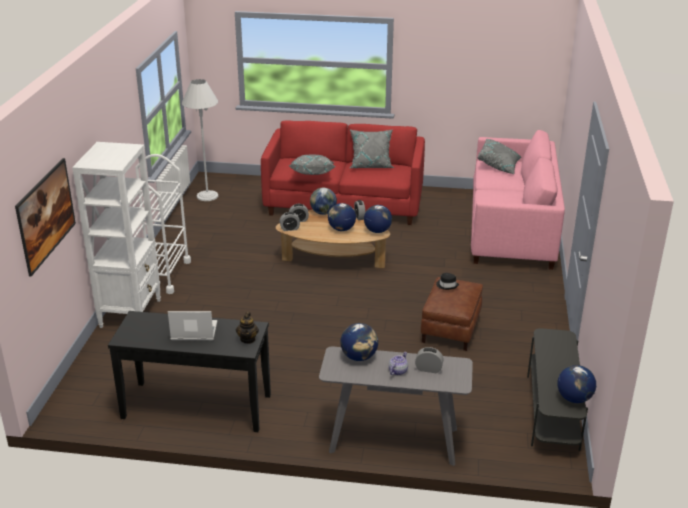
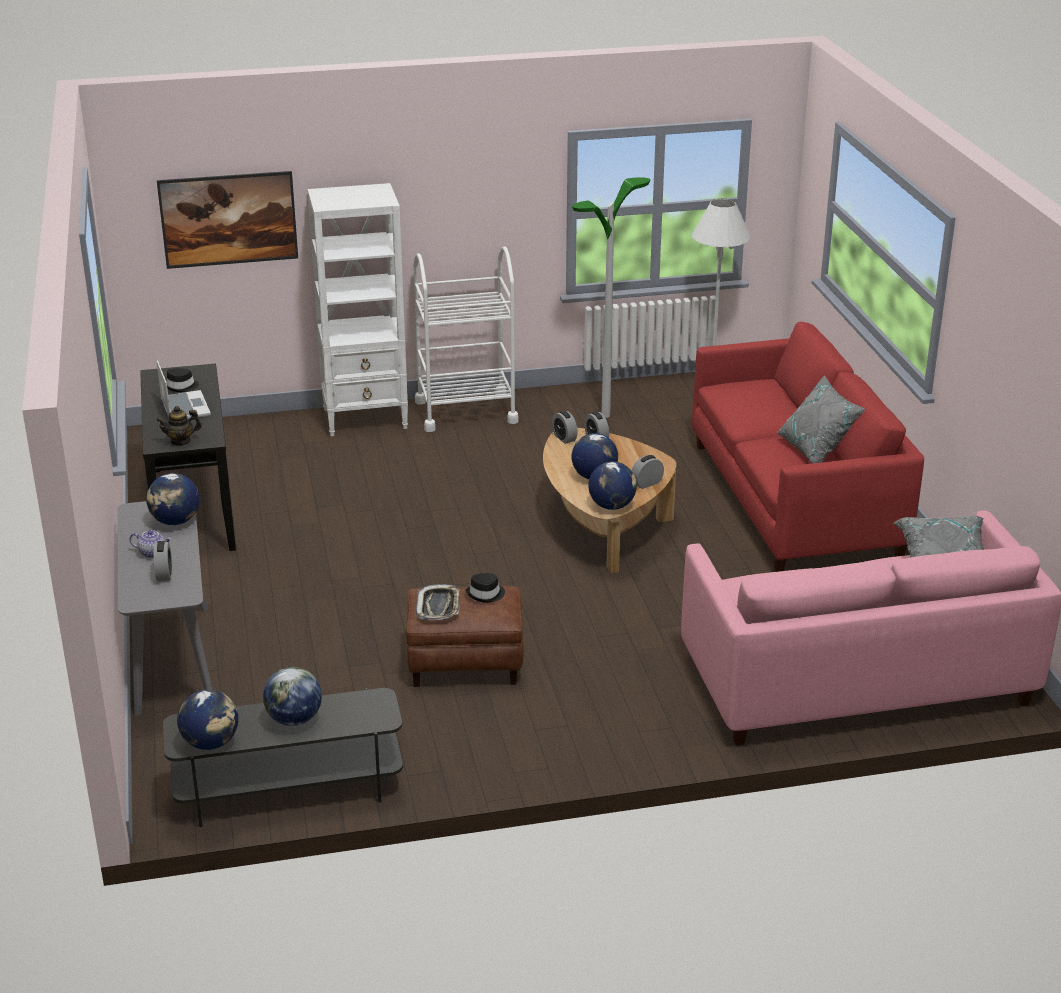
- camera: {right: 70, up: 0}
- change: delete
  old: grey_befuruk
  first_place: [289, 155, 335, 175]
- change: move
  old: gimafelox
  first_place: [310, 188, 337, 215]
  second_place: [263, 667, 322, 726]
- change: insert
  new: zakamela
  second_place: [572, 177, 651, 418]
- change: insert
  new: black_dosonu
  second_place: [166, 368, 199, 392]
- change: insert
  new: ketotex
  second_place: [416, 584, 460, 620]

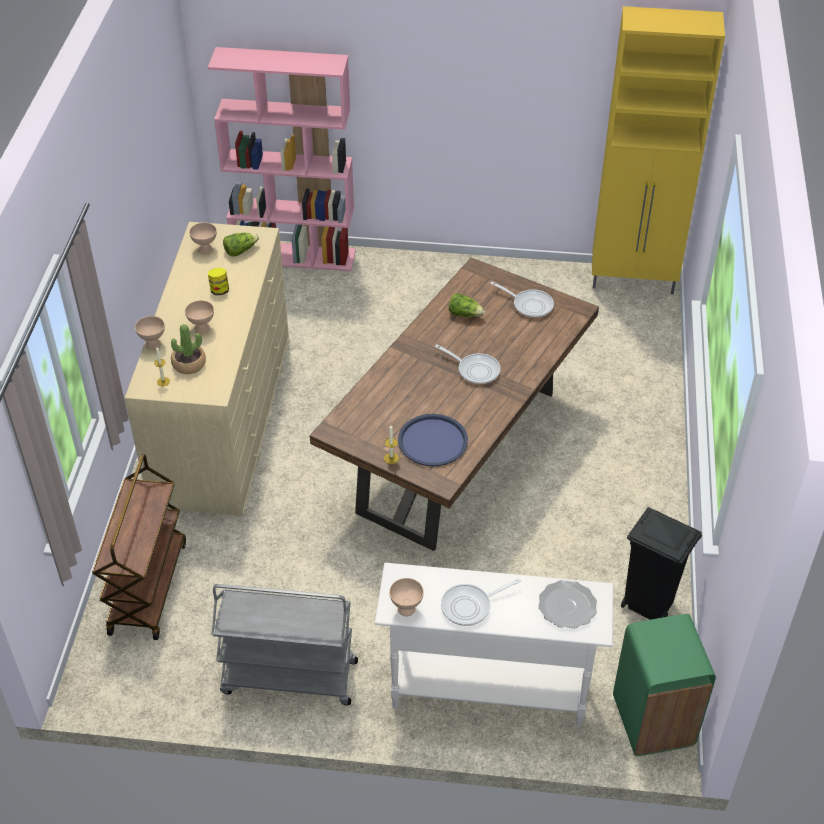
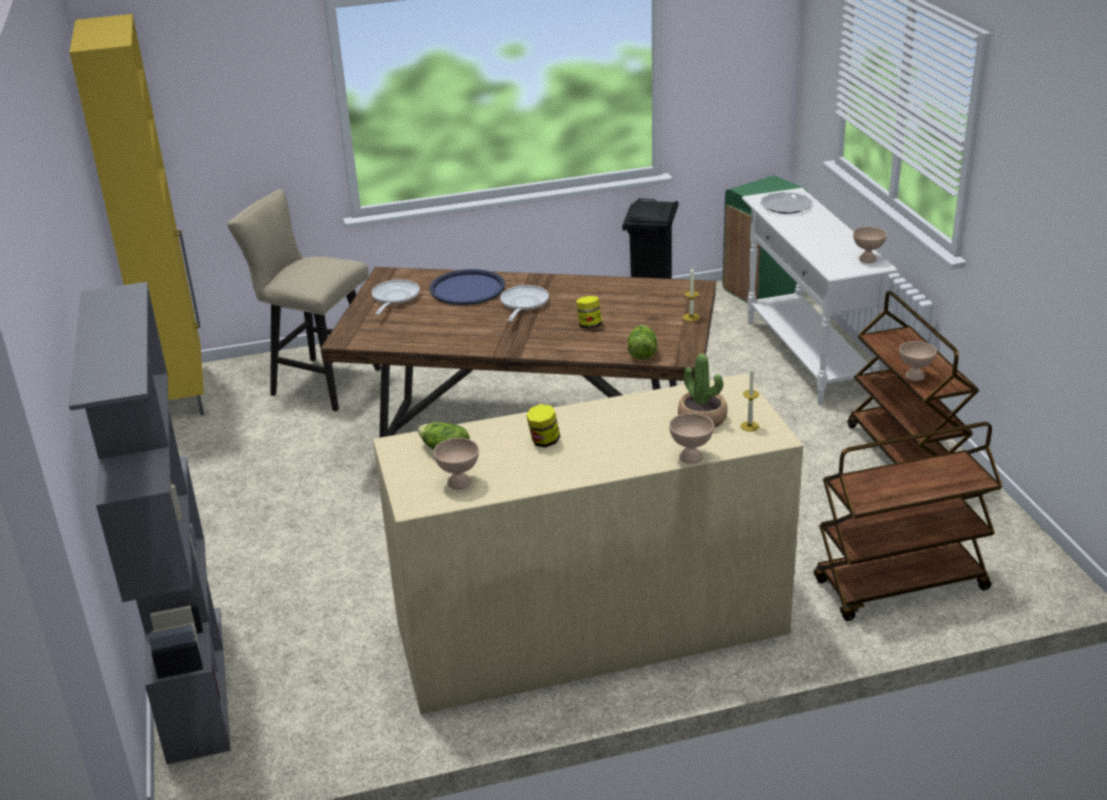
- camera: {right: -110, up: -15}
- change: recolor
  old: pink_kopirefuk
  new: grey_kopirefuk
  first_place: [208, 47, 356, 271]
  second_place: [69, 282, 231, 764]
- change: move
  old: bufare
  first_place: [449, 293, 485, 317]
  second_place: [628, 325, 658, 360]
- change: move
  old: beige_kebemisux
  first_place: [185, 300, 214, 334]
  second_place: [900, 341, 937, 381]
- change: move
  old: blue_ketotex
  first_place: [398, 414, 468, 467]
  second_place: [429, 269, 505, 305]
- change: delete
  old: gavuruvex
  first_place: [441, 578, 521, 626]
- change: recolor
  old: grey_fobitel
  new: brown_fobitel
  first_place: [212, 584, 358, 706]
  second_place: [848, 291, 979, 464]
- change: insert
  new: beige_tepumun
  second_place: [227, 189, 381, 411]
- change: insert
  new: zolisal
  second_place: [576, 296, 602, 329]

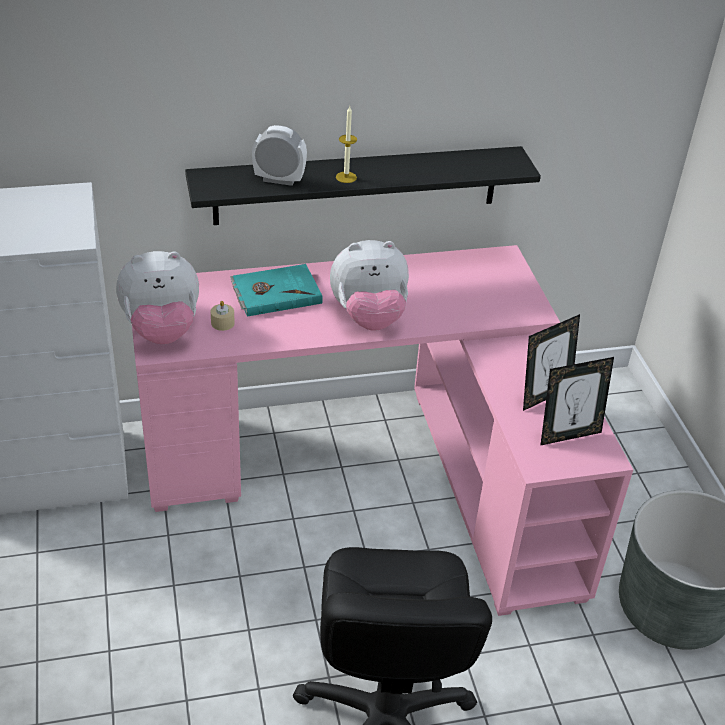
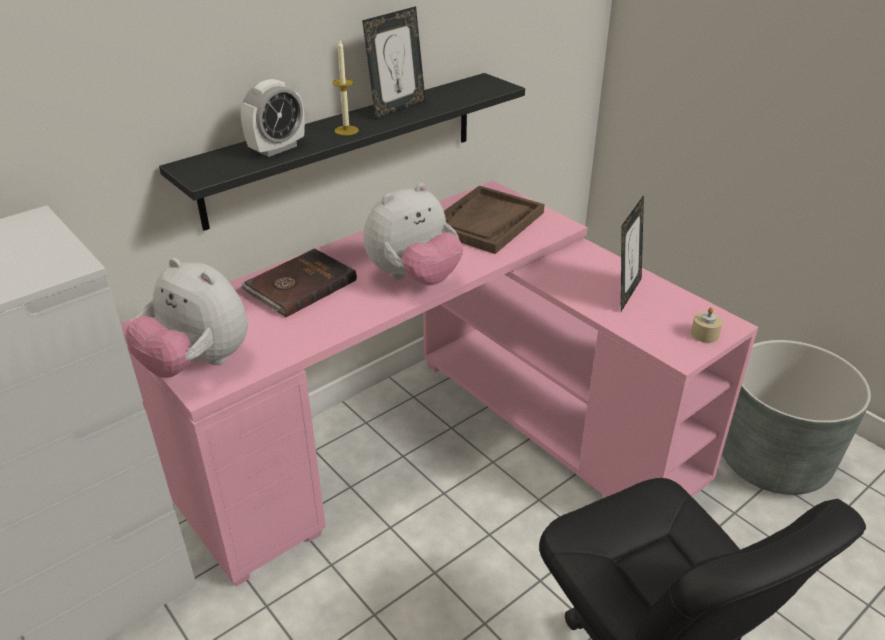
- camera: {right: -25, up: -5}
- change: rotate
  old: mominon
  first_place: [252, 125, 307, 186]
  second_place: [241, 79, 305, 157]
  degrees: 150
- change: rotate
  old: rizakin
  first_place: [116, 251, 199, 344]
  second_place: [126, 258, 248, 378]
  degrees: 75
- change: recolor
  old: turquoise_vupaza
  new: brown_vupaza
  first_place: [230, 264, 323, 317]
  second_place: [241, 248, 357, 317]
- change: move
  old: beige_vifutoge
  first_place: [211, 301, 235, 331]
  second_place: [691, 307, 723, 343]
- change: move
  old: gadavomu
  first_place: [540, 357, 614, 446]
  second_place: [362, 6, 426, 120]
- change: insert
  new: brown_ketotex
  second_place: [444, 186, 544, 254]

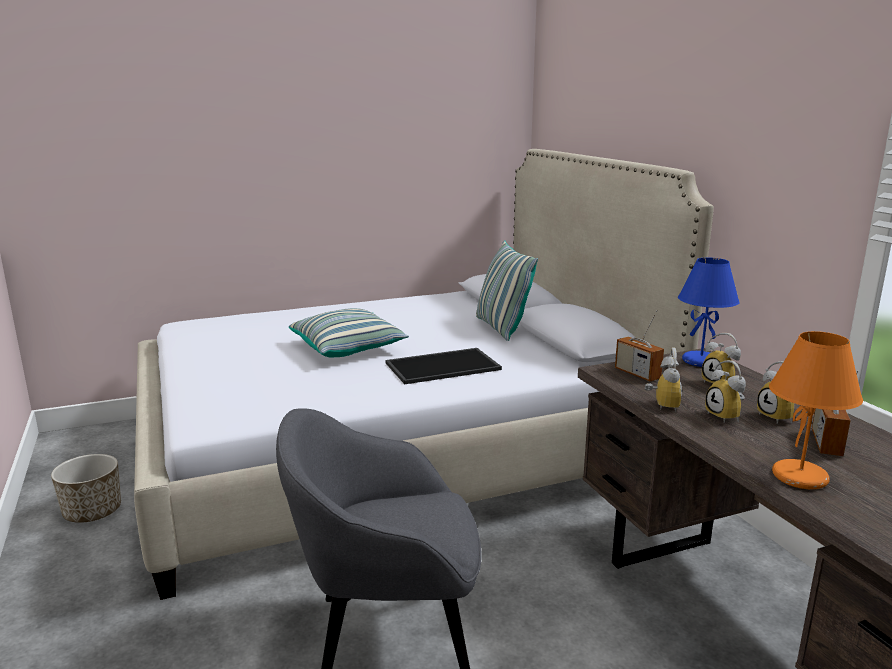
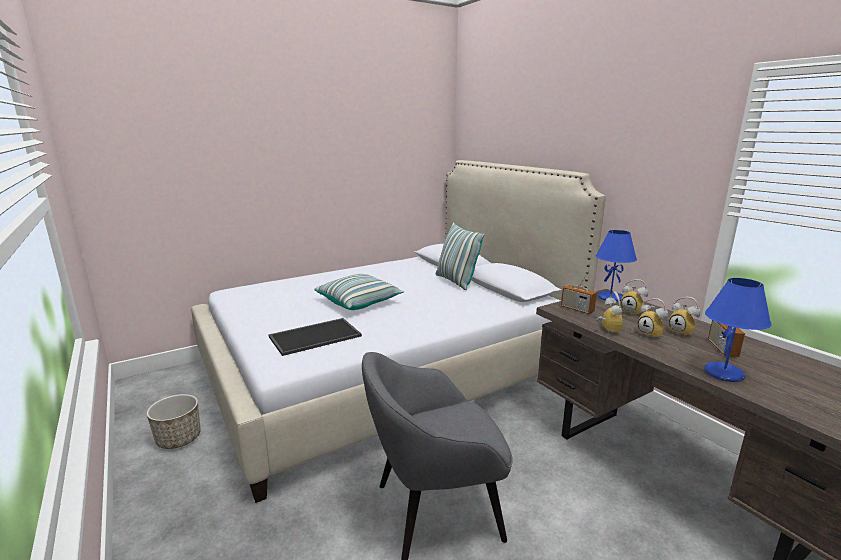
- camera: {right: -10, up: 0}
- change: recolor
  old: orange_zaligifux
  new: blue_zaligifux
  first_place: [769, 331, 863, 489]
  second_place: [705, 278, 772, 382]
- change: move
  old: ketotex
  first_place: [385, 348, 502, 384]
  second_place: [268, 318, 362, 356]

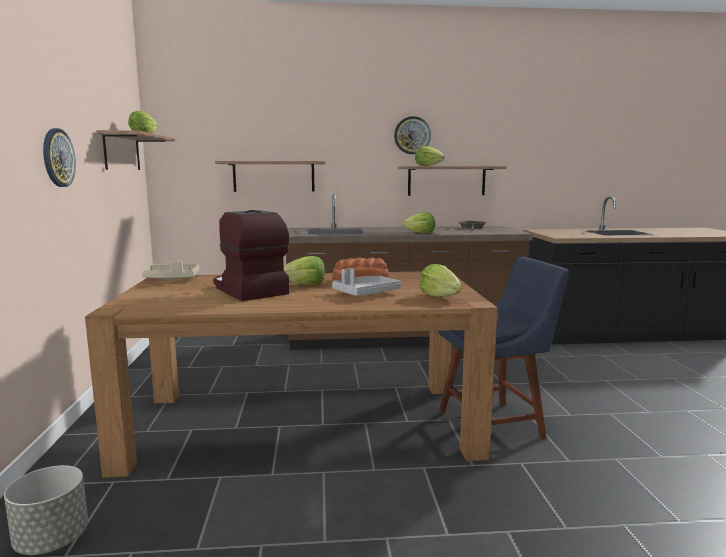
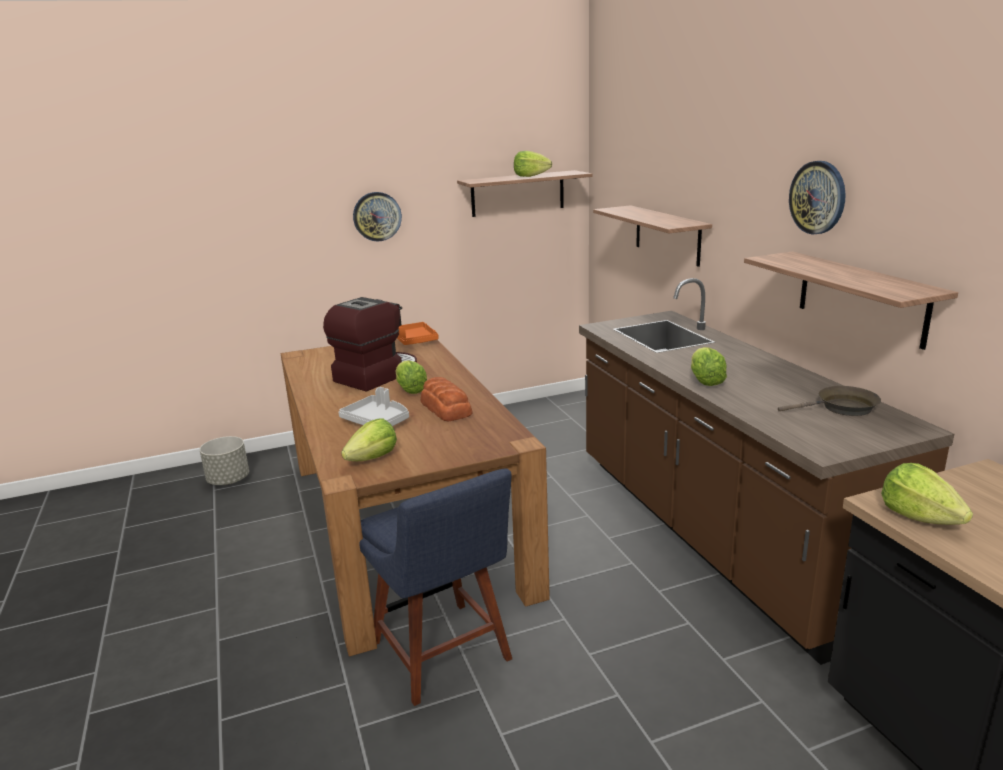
- camera: {right: 75, up: 10}
- change: move
  old: bufare
  first_place: [415, 146, 445, 166]
  second_place: [881, 463, 973, 525]
- change: recolor
  old: beige_ketotex
  new: orange_ketotex
  first_place: [142, 261, 199, 279]
  second_place: [397, 322, 439, 345]

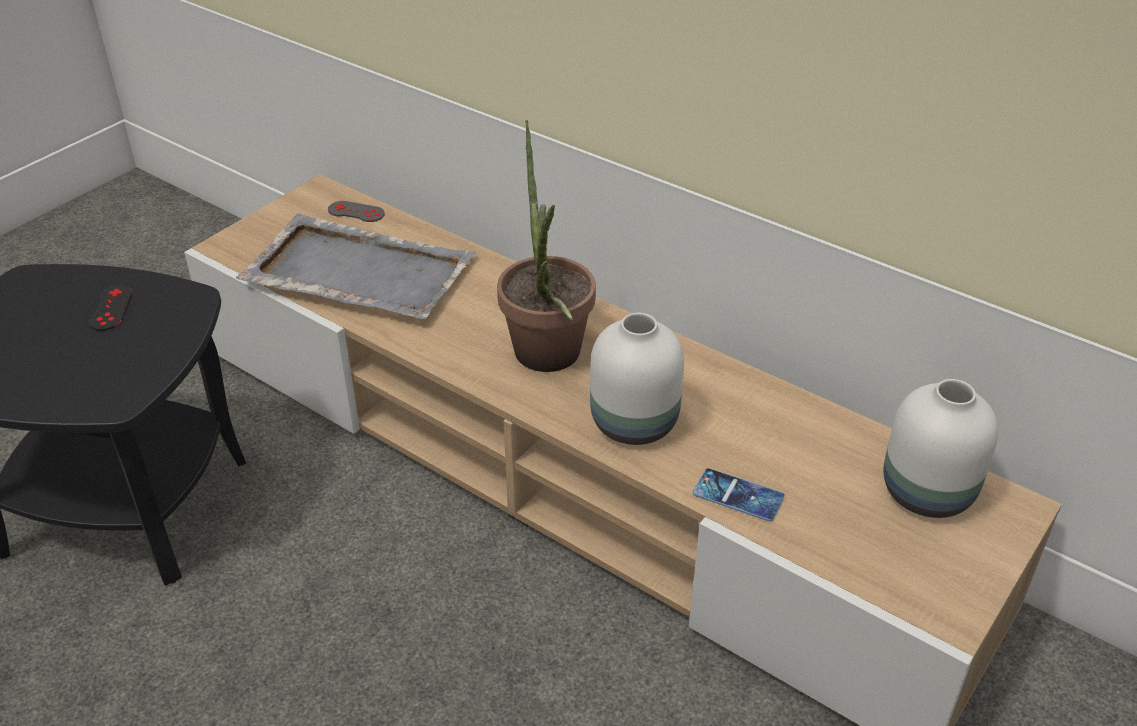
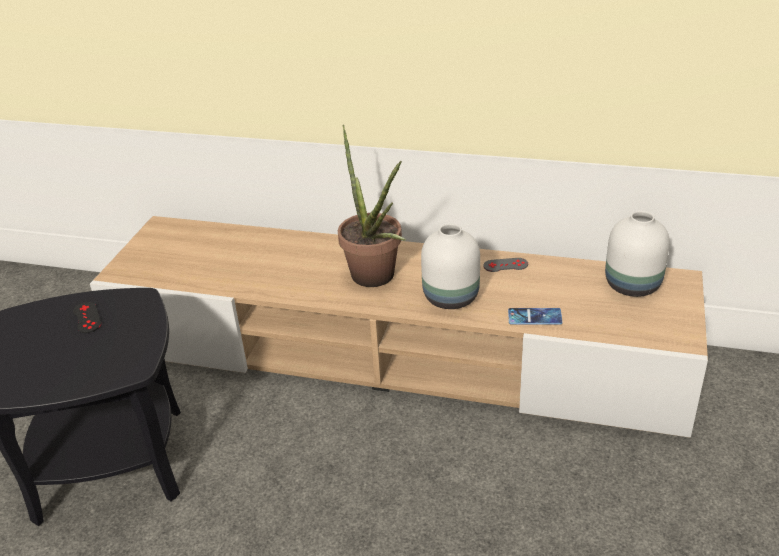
- camera: {right: -20, up: -5}
- change: move
  old: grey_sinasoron
  first_place: [328, 201, 385, 222]
  second_place: [483, 258, 528, 272]
- change: delete
  old: grey_ketotex
  first_place: [236, 214, 476, 319]

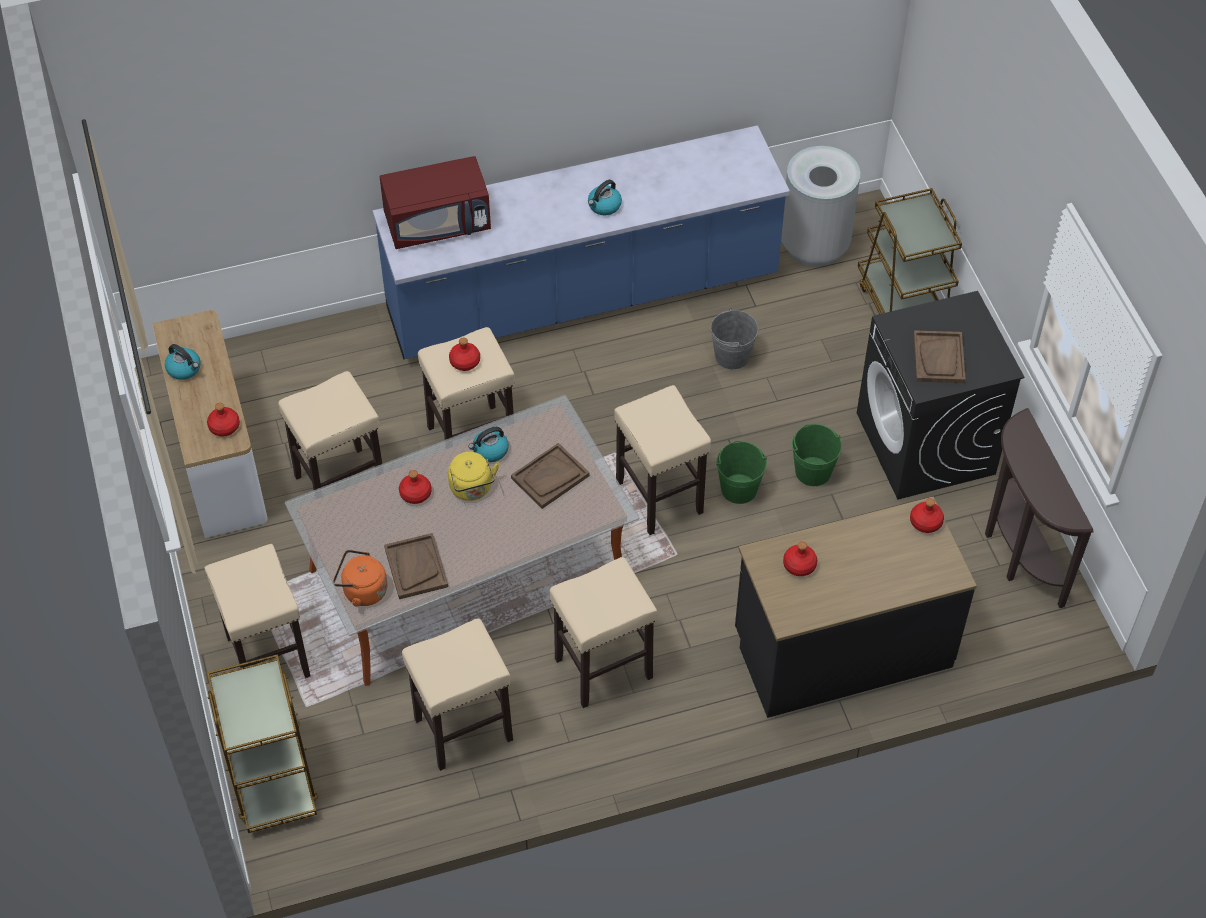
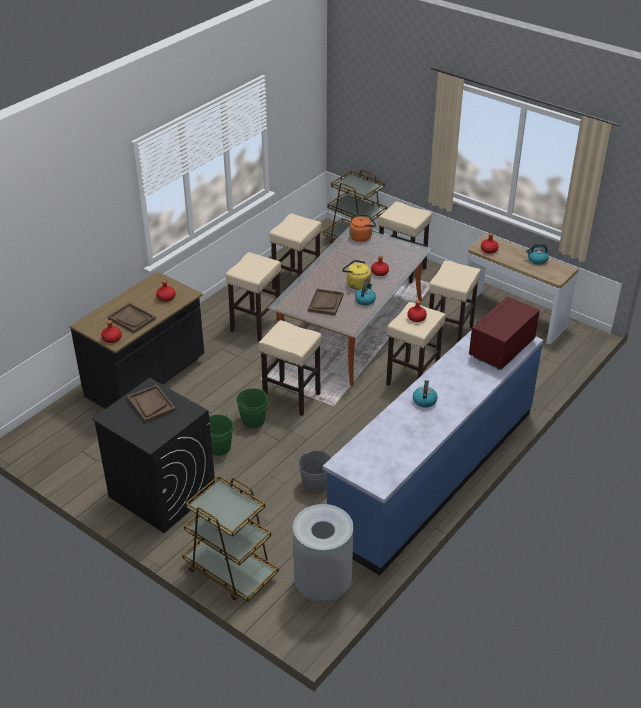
- camera: {right: 145, up: -15}
- change: delete
  old: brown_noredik
  first_place: [985, 408, 1094, 608]
- change: move
  old: brown_ketotex
  first_place: [384, 533, 448, 599]
  second_place: [108, 303, 156, 333]

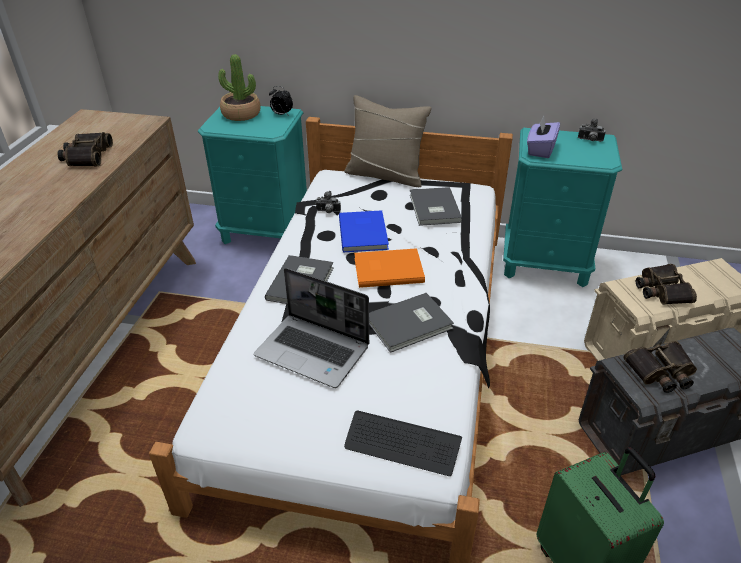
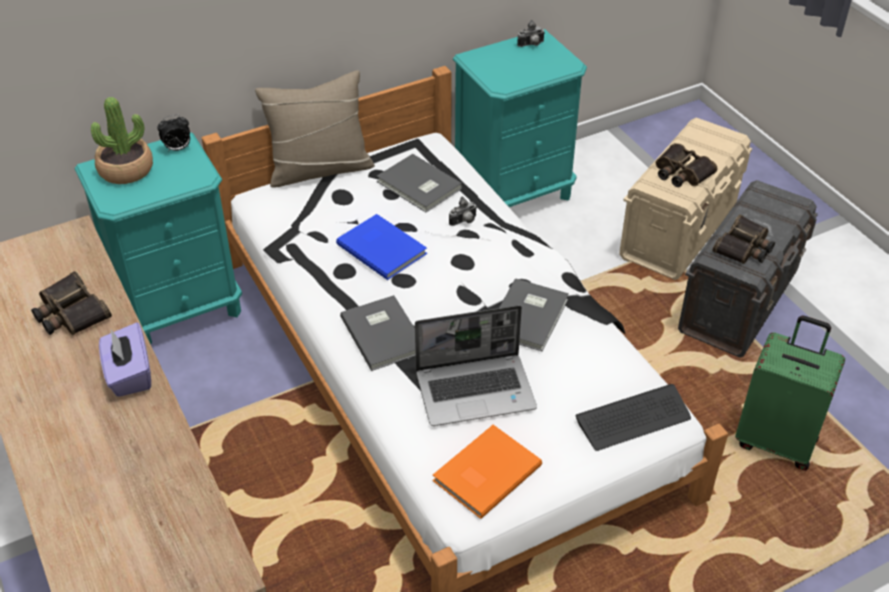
- camera: {right: -40, up: 5}
- change: move
  old: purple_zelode
  first_place: [527, 116, 560, 158]
  second_place: [99, 322, 151, 397]
- change: move
  old: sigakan
  first_place: [316, 191, 341, 213]
  second_place: [449, 197, 477, 226]
- change: move
  old: orange_vupaza
  first_place: [354, 248, 425, 288]
  second_place: [433, 425, 542, 519]

